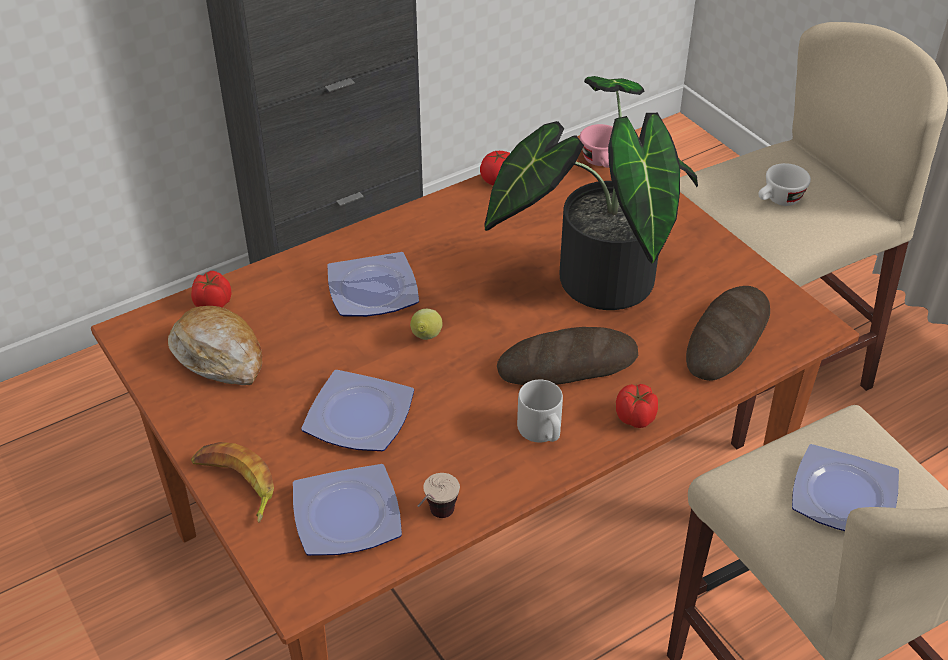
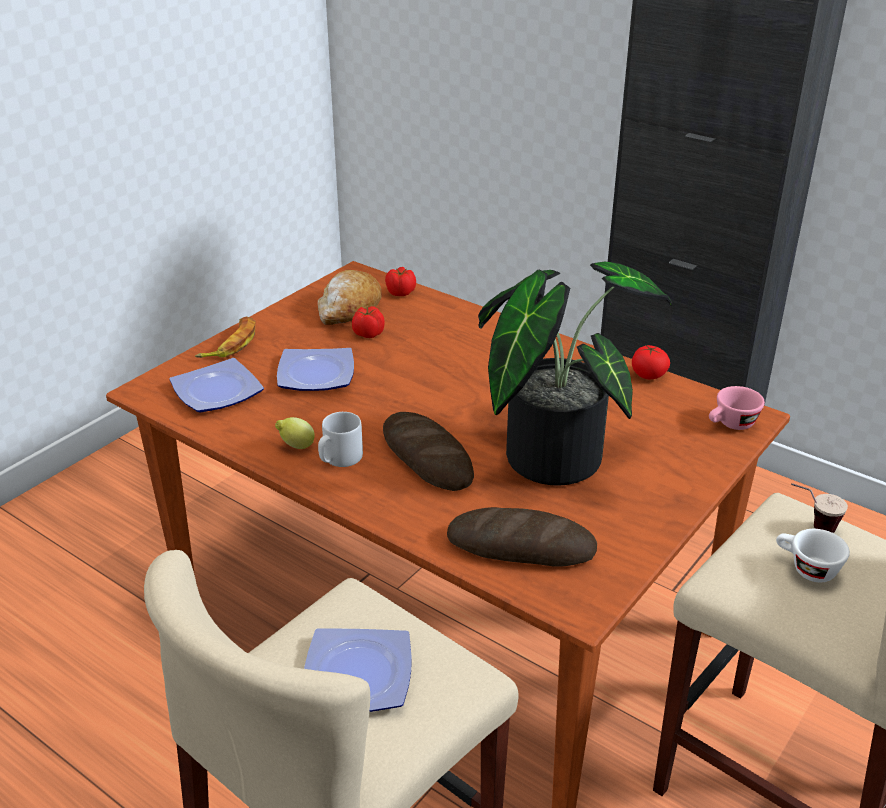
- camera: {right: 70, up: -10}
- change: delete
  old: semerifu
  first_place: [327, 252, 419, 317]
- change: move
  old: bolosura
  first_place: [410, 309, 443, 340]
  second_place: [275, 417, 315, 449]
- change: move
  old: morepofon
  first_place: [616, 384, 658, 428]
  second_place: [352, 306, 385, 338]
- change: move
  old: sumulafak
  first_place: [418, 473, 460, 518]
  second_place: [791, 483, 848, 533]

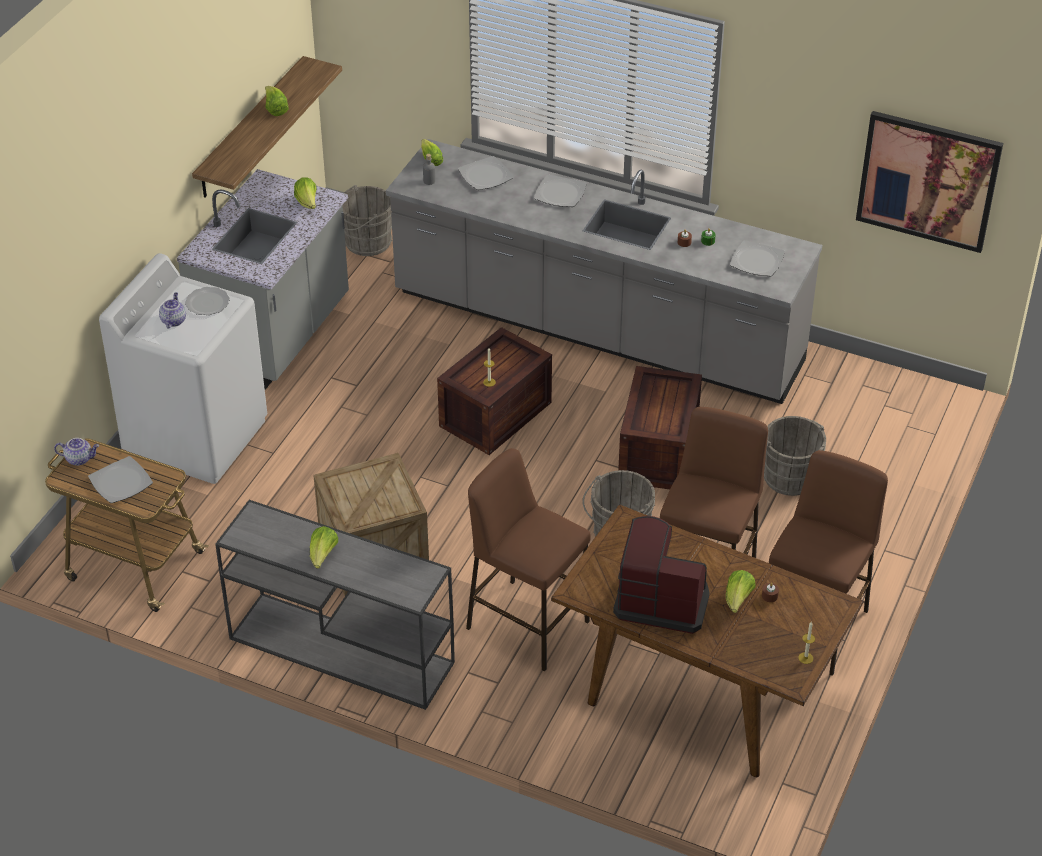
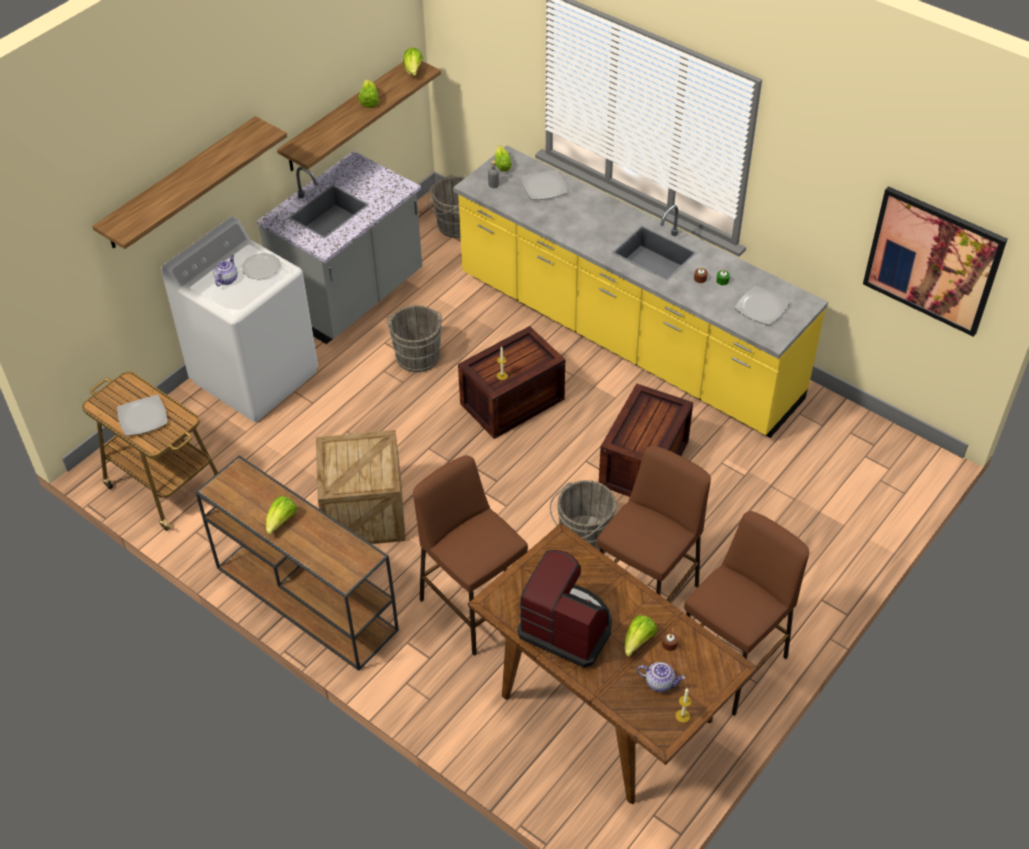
- camera: {right: 15, up: 5}
- change: recolor
  old: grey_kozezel
  new: yellow_kozezel
  first_place: [386, 139, 823, 404]
  second_place: [453, 145, 828, 438]
- change: delete
  old: semerifu
  first_place: [534, 174, 587, 207]
- change: move
  old: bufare
  first_place: [294, 177, 317, 209]
  second_place: [403, 48, 423, 76]
- change: move
  old: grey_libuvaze
  first_place: [764, 416, 826, 496]
  second_place: [387, 305, 442, 372]
- change: move
  old: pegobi
  first_place: [54, 438, 99, 466]
  second_place: [637, 662, 685, 692]
- change: recolor
  old: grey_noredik
  new: brown_noredik
  first_place: [215, 500, 455, 710]
  second_place: [195, 455, 399, 671]
- change: insert
  new: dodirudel
  second_place: [92, 116, 287, 249]

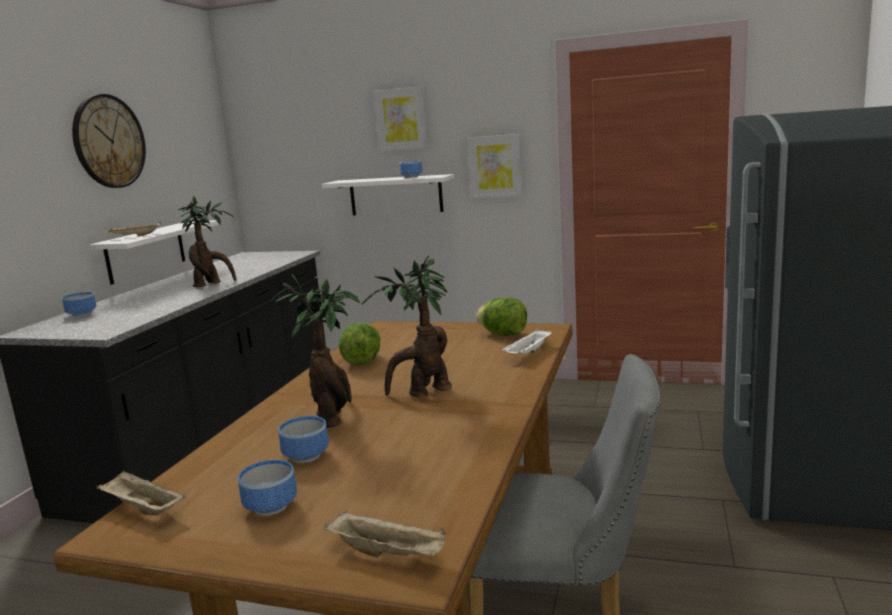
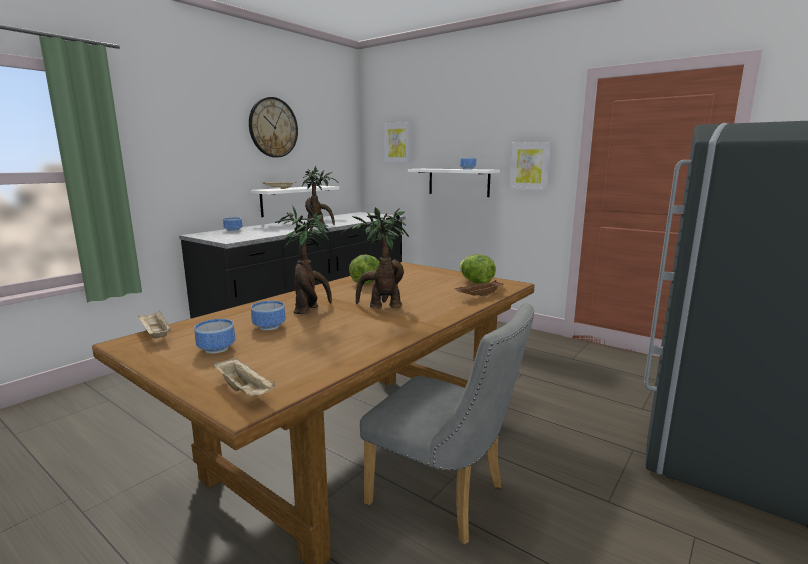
- camera: {right: 20, up: 0}
- change: move
  old: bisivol
  first_place: [373, 86, 428, 152]
  second_place: [384, 122, 412, 163]
- change: recolor
  old: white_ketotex
  new: brown_ketotex
  first_place: [502, 328, 552, 354]
  second_place: [455, 280, 504, 297]

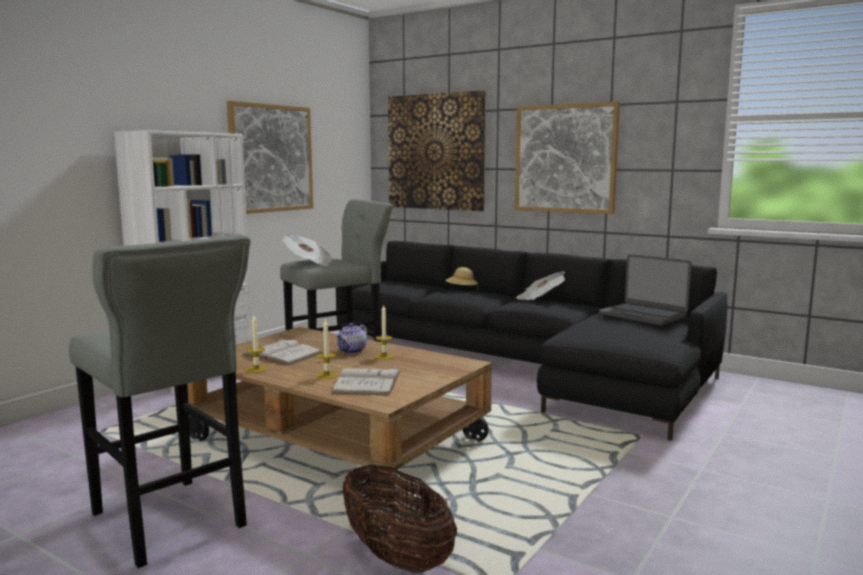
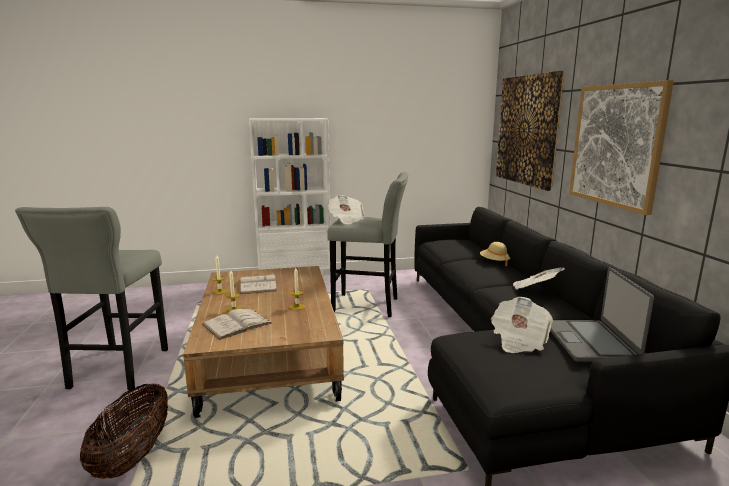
- camera: {right: 45, up: 5}
- change: delete
  old: bisivol
  first_place: [227, 101, 313, 214]
- change: delete
  old: pegobi
  first_place: [336, 323, 367, 354]
- change: insert
  new: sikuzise
  second_place: [491, 297, 553, 353]

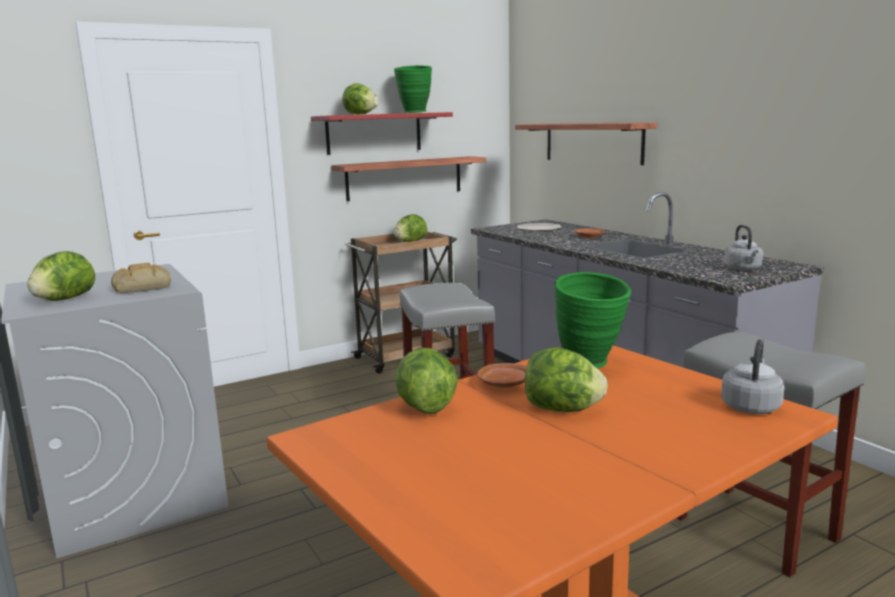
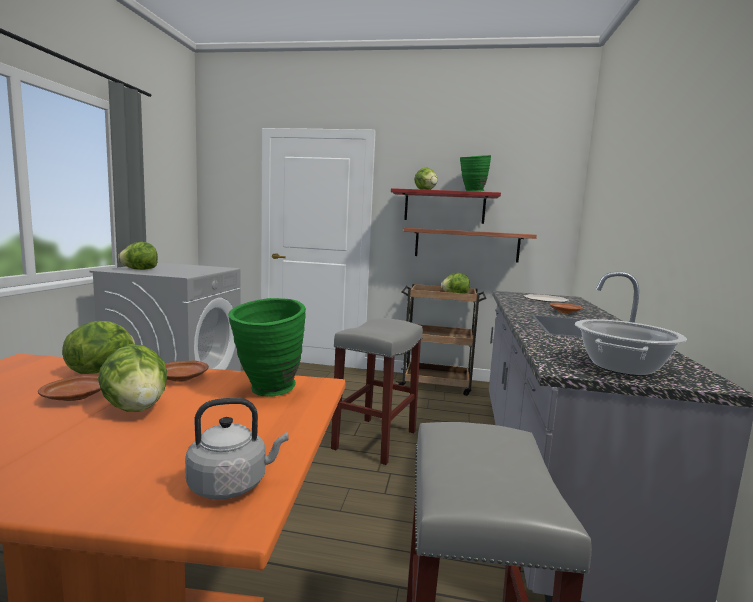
- camera: {right: 40, up: -5}
- change: delete
  old: dodirudel
  first_place: [515, 123, 658, 165]
- change: replace
  old: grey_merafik
  new: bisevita
  first_place: [724, 225, 763, 271]
  second_place: [575, 319, 687, 376]
- change: delete
  old: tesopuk
  first_place: [111, 263, 171, 293]
- change: insert
  new: brown_semerifu
  second_place: [38, 375, 101, 401]

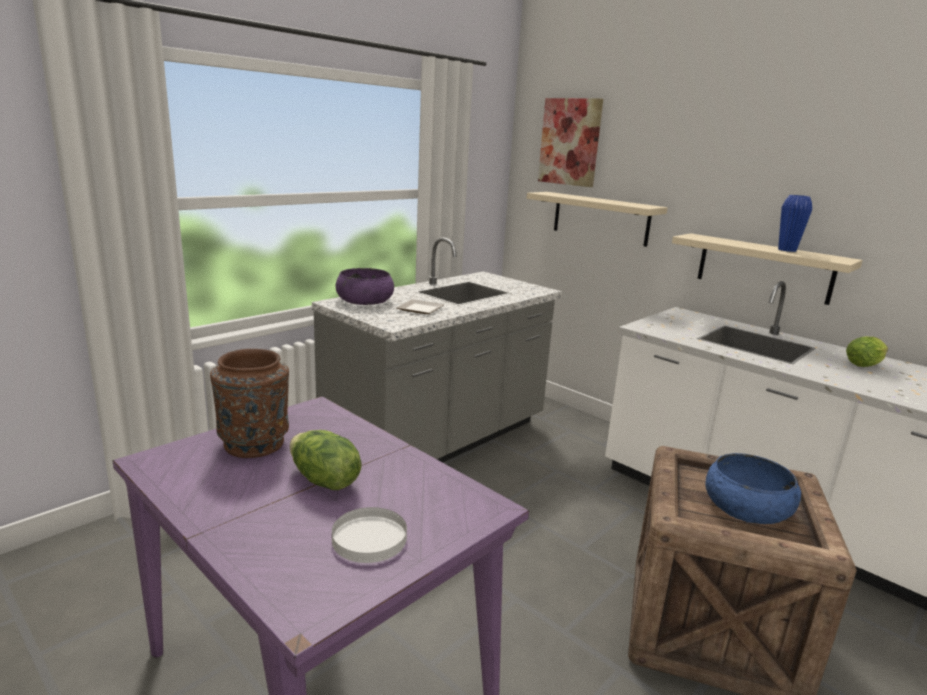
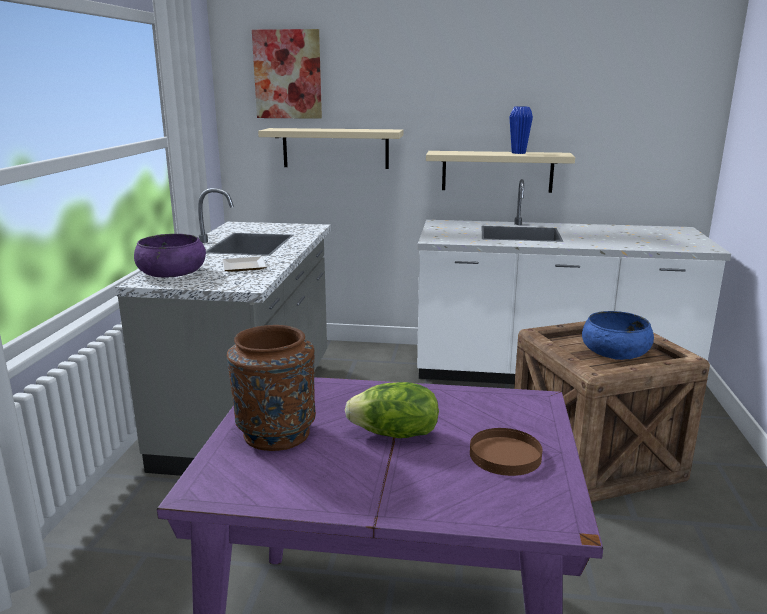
- camera: {right: -35, up: 0}
- change: delete
  old: bufare
  first_place: [846, 337, 888, 367]
- change: recolor
  old: white_semerifu
  new: brown_semerifu
  first_place: [332, 507, 407, 563]
  second_place: [470, 428, 542, 476]

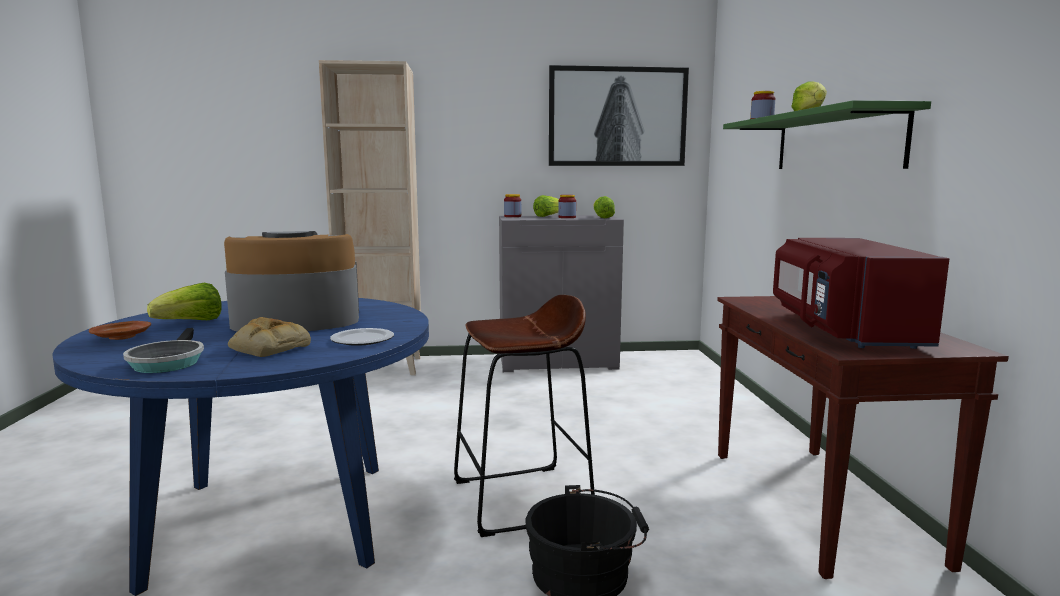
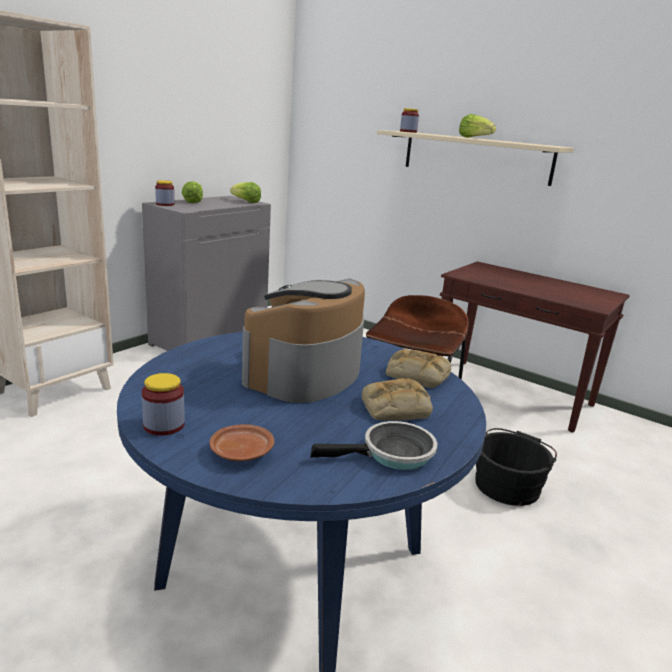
- camera: {right: -50, up: 10}
- change: delete
  old: bisivol
  first_place: [549, 65, 689, 166]
- change: recolor
  old: green_dodirudel
  new: beige_dodirudel
  first_place: [723, 100, 931, 169]
  second_place: [377, 130, 574, 186]
- change: move
  old: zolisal
  first_place: [558, 195, 576, 218]
  second_place: [142, 373, 185, 436]
- change: delete
  old: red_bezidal
  first_place: [773, 238, 949, 349]
- change: delete
  old: bufare
  first_place: [147, 283, 221, 320]
- change: rotate
  old: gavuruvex
  first_place: [123, 328, 204, 373]
  second_place: [310, 421, 438, 470]
  degrees: -45
- change: replace
  old: semerifu
  new: tesopuk
  first_place: [330, 328, 394, 346]
  second_place: [386, 349, 451, 388]

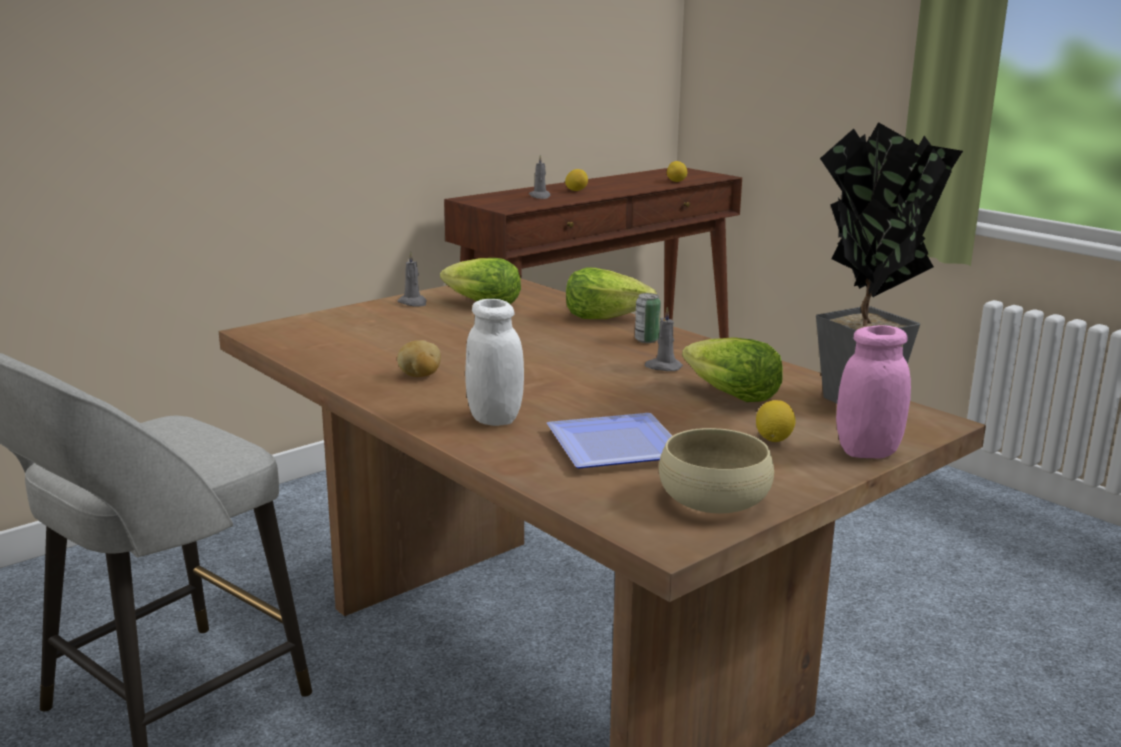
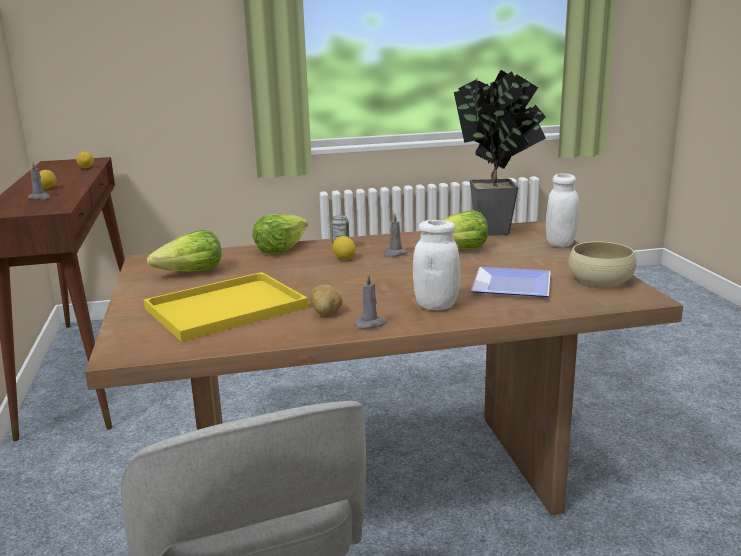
- camera: {right: -60, up: 0}
- change: move
  old: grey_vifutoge
  first_place: [397, 251, 427, 307]
  second_place: [355, 273, 388, 329]
- change: recolor
  old: pink_zolisal
  new: white_zolisal
  first_place: [836, 325, 911, 459]
  second_place: [546, 173, 579, 247]
- change: move
  old: bolosura
  first_place: [756, 400, 796, 442]
  second_place: [332, 236, 356, 260]
- change: insert
  new: yellow_ketotex
  second_place: [144, 272, 308, 342]

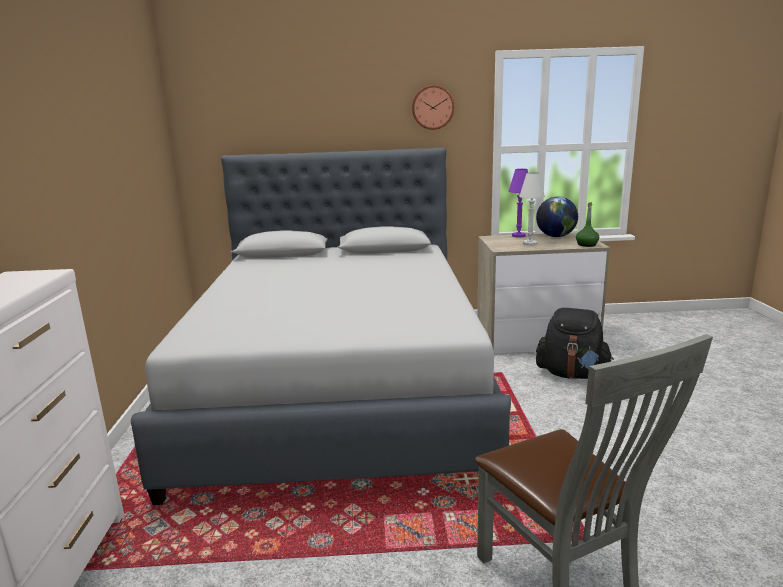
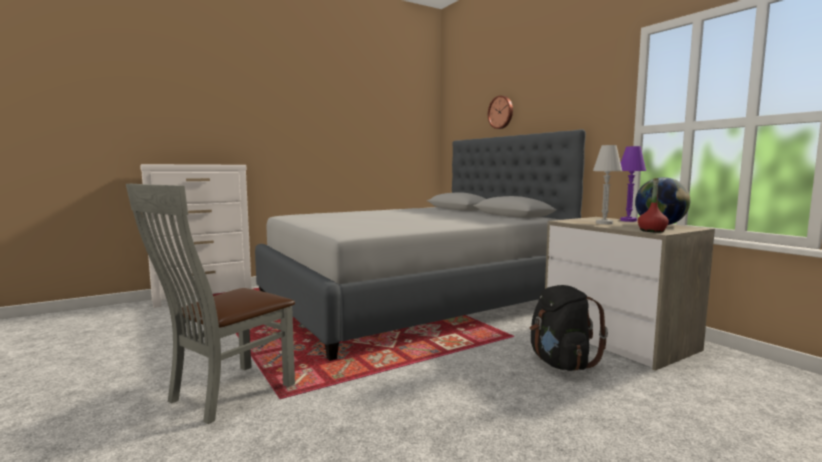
- camera: {right: 60, up: -10}
- change: move
  old: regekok
  first_place: [412, 85, 454, 130]
  second_place: [488, 96, 513, 129]
- change: recolor
  old: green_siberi
  new: red_siberi
  first_place: [576, 202, 599, 247]
  second_place: [638, 178, 669, 232]

